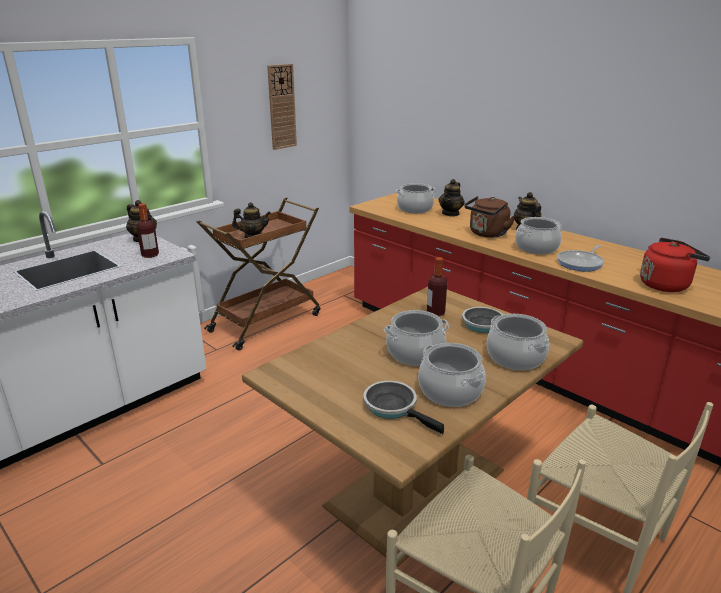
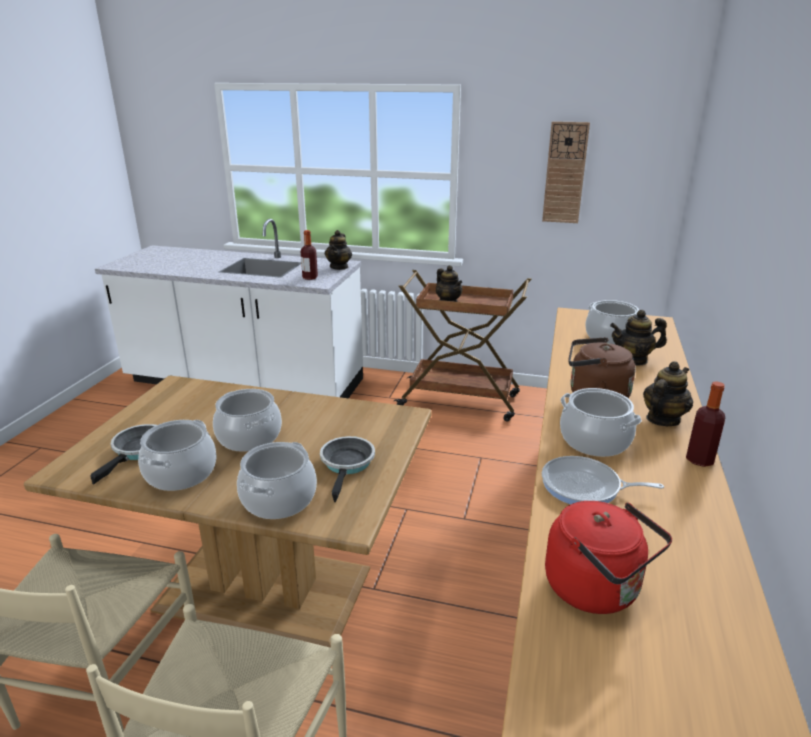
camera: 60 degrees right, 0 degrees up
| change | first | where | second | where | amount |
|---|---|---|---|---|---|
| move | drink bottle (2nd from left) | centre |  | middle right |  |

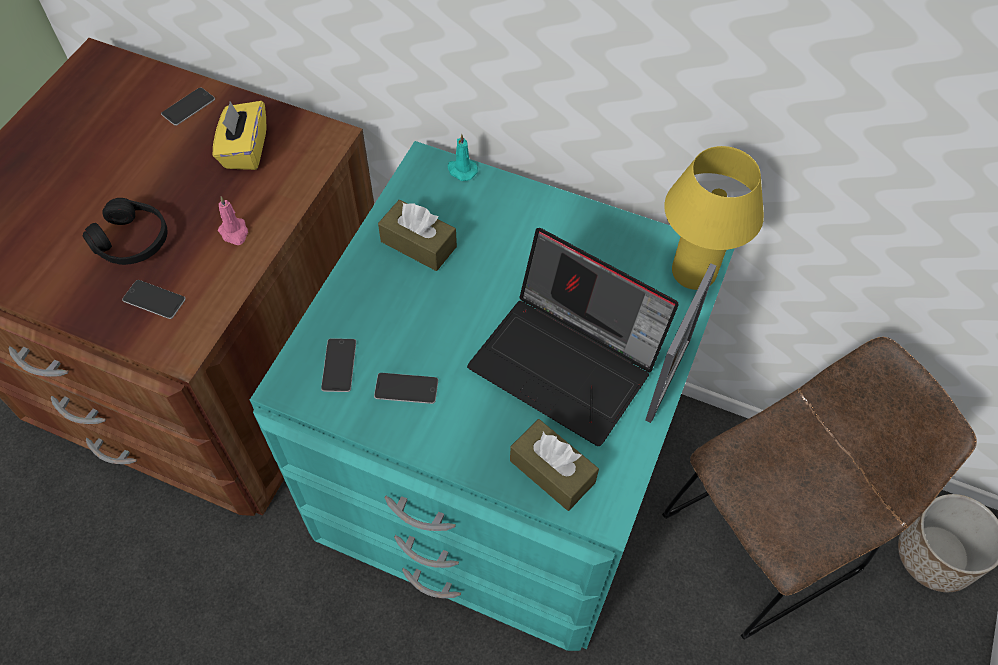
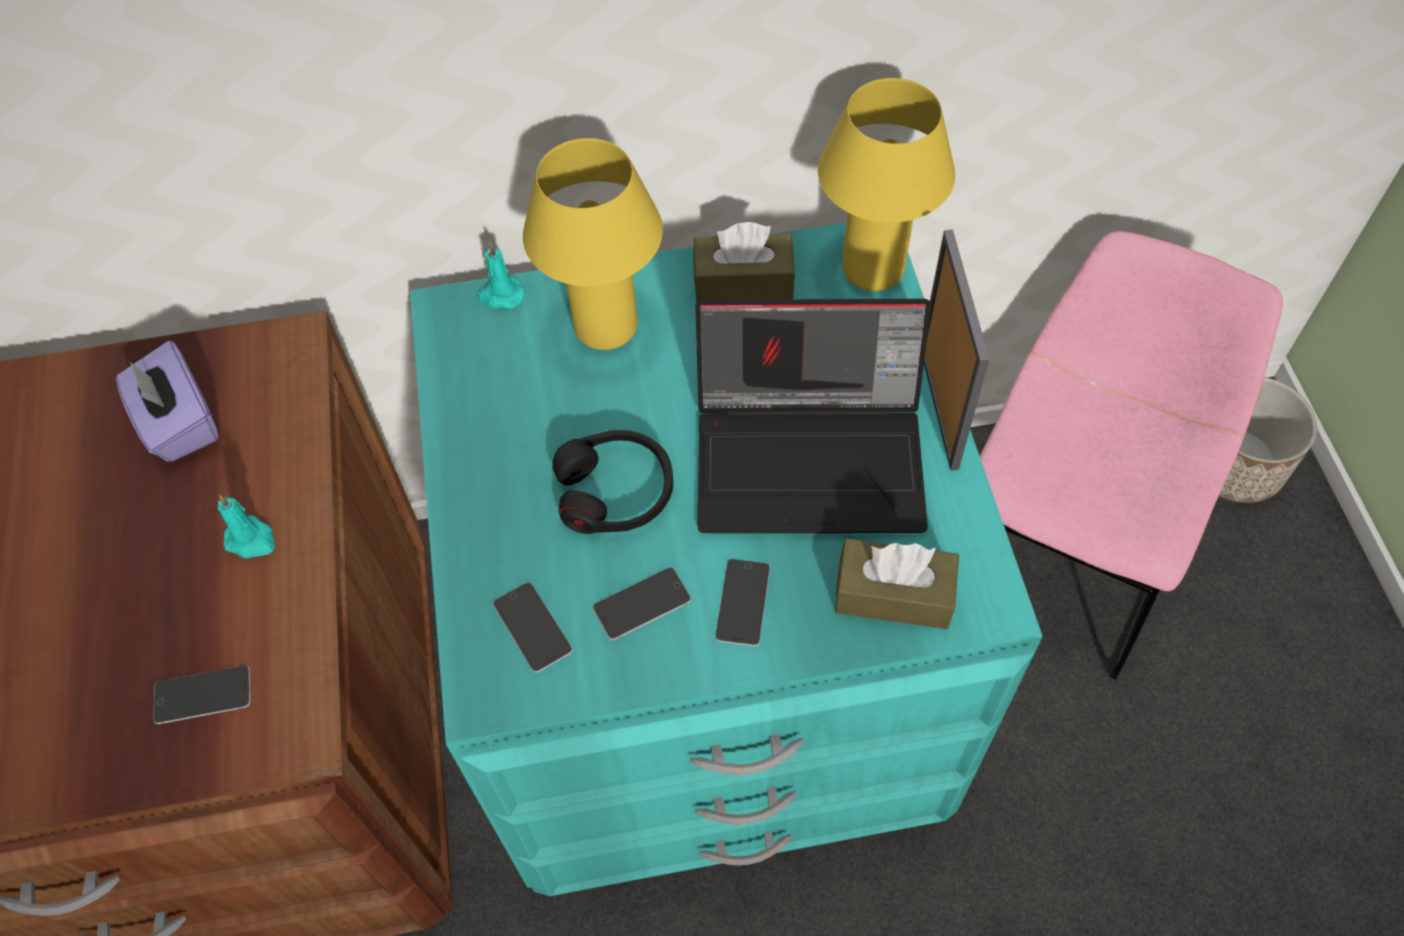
camera: 30 degrees left, 0 degrees up
| change | first | where | second | where | amount |
|---|---|---|---|---|---|
| move | telephone (2nd from left in the first image) | top left | telephone (4th from left) | centre |  |
| recolor | tissue box (yellow-coloured) | top left | tissue box (purple-coloured) | middle left |  |
| recolor | candle (pink) | top left | candle (blue-green) (1st from left) | middle left |  |
| move | headset (black) | middle left |  | centre |  |
| move | tissue box (brownish) (1st from left) | centre |  | top centre |  |
| recolor | upright chair (brownish) | bottom right | upright chair (pink) | middle right |  |
| insert |  |  | lamp for a table (yellow-coloured) (1st from left) | top centre |  |

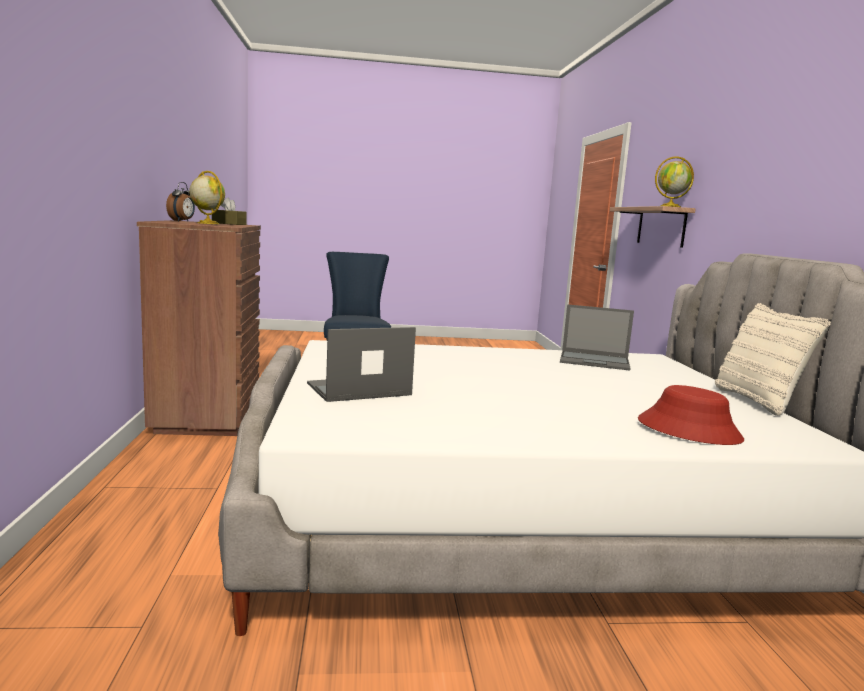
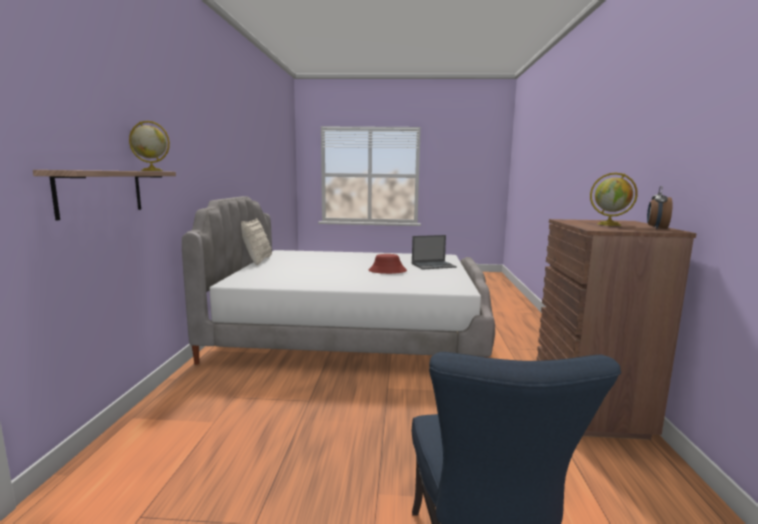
camera: 170 degrees left, 0 degrees up
| change | first | where | second | where | amount |
|---|---|---|---|---|---|
| delete | tissue box (brownish) | top left |  |  |  |
| delete | portable computer (2nd from left) | middle right |  |  |  |
| move | clothing hat (red-coloured) | middle right |  | centre |  |

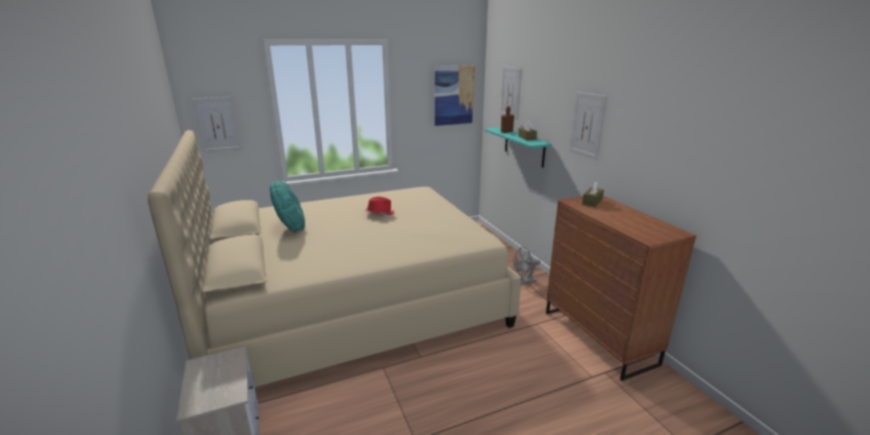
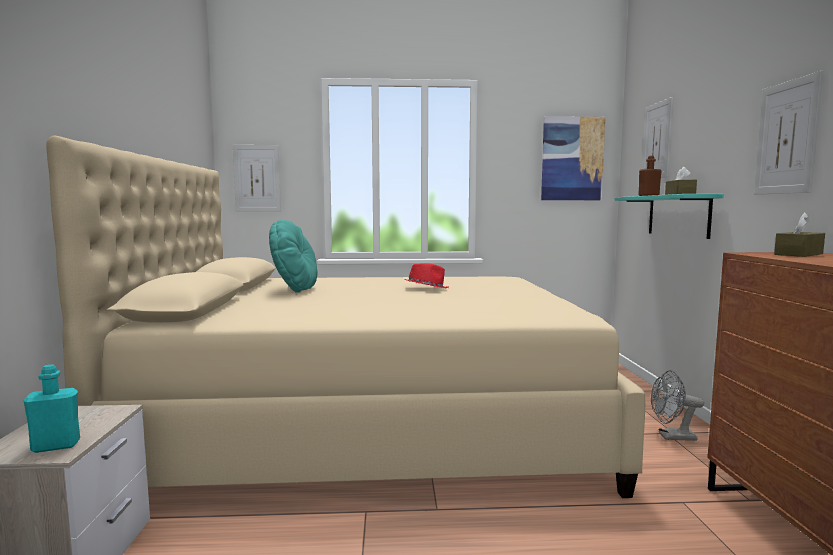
camera: 20 degrees right, 15 degrees down
| change | first | where | second | where | amount |
|---|---|---|---|---|---|
| insert |  |  | drink bottle (blue-green) | bottom left |  |

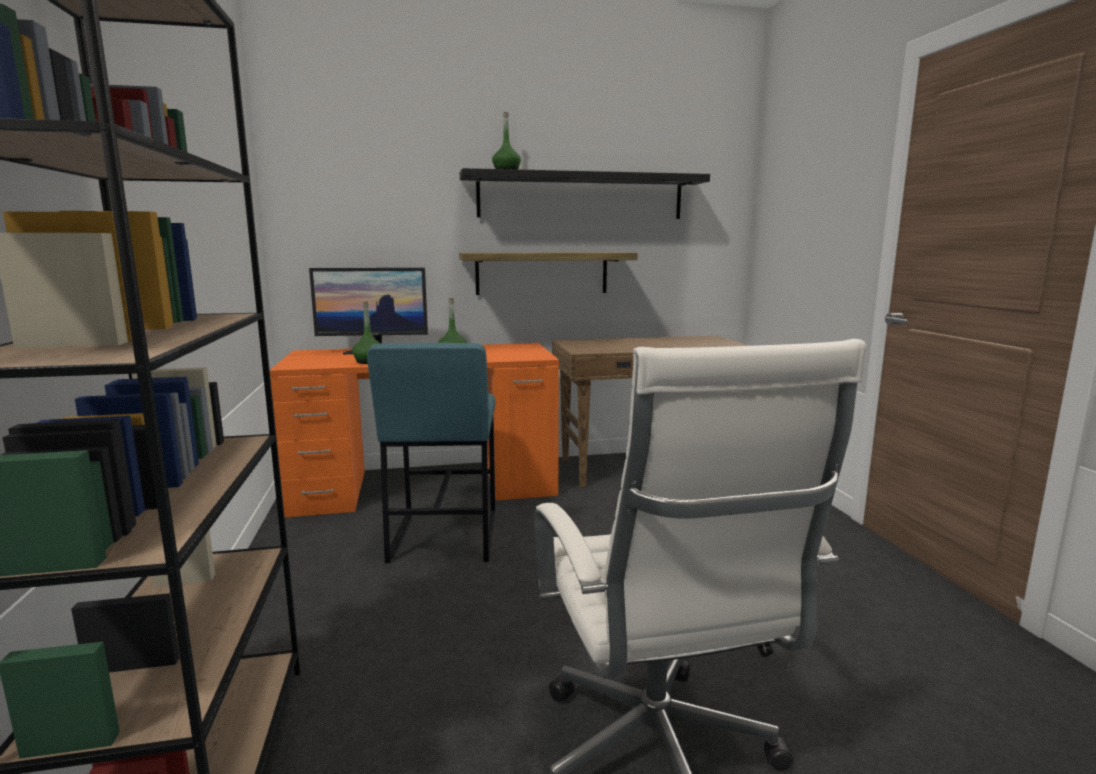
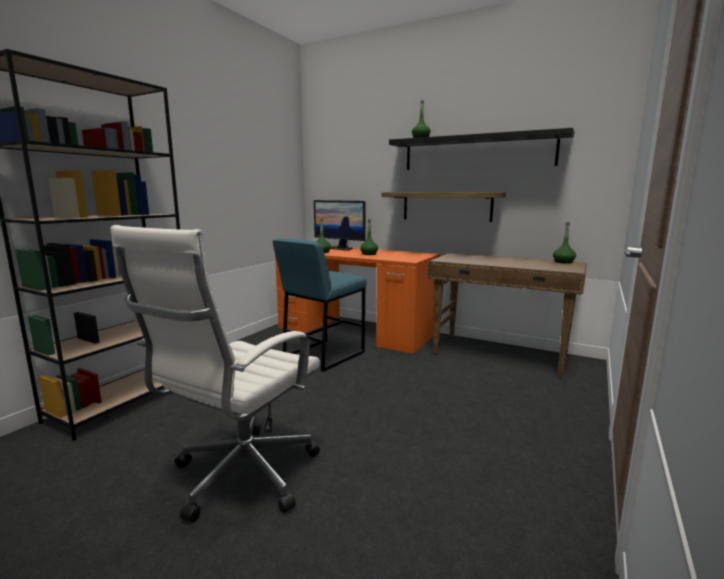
camera: 40 degrees right, 0 degrees up
| change | first | where | second | where | amount |
|---|---|---|---|---|---|
| insert |  |  | drink bottle (greenish) (4th from left) | middle right |  |

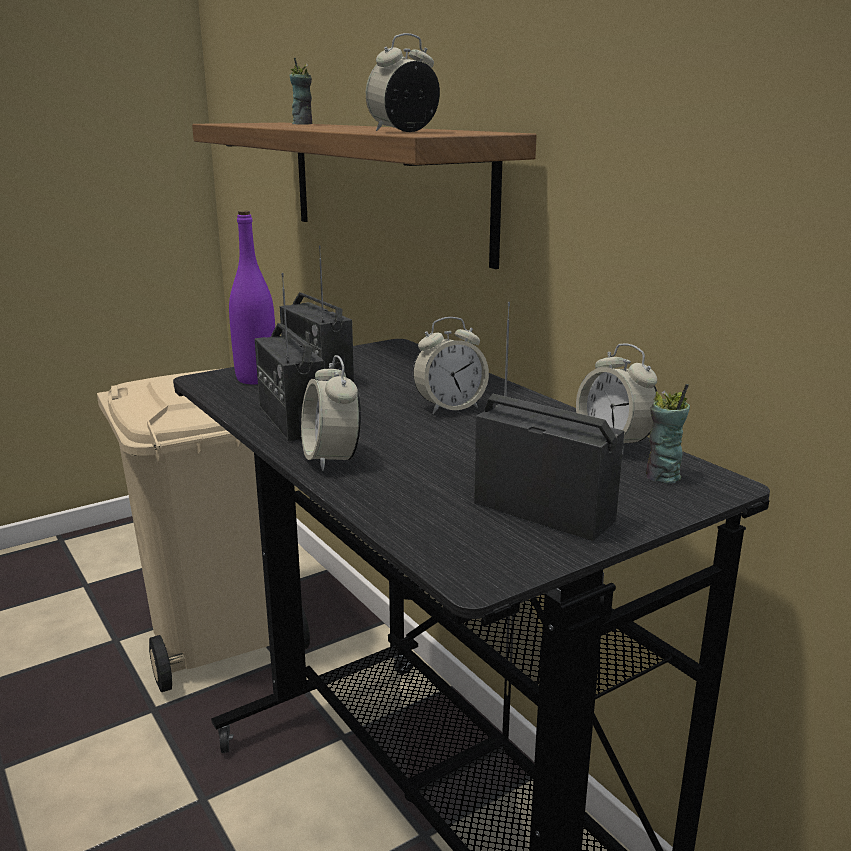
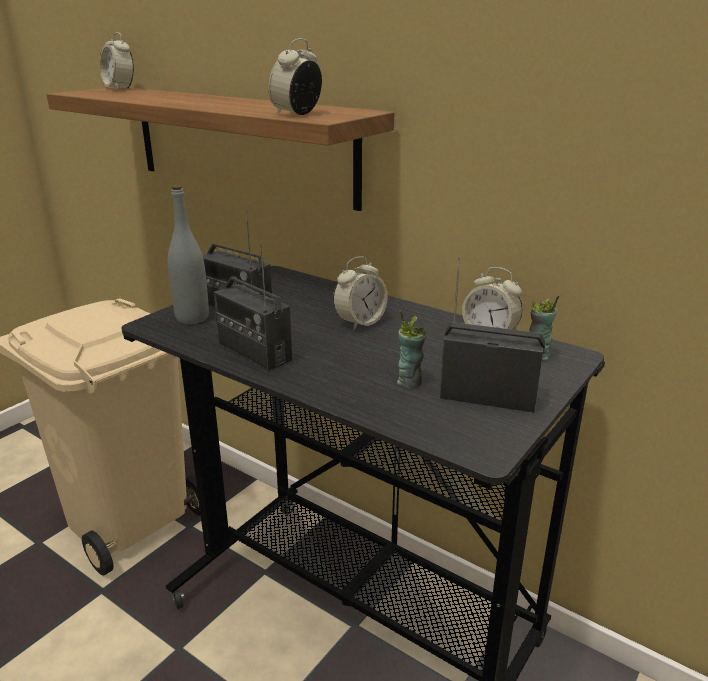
camera: 20 degrees left, 5 degrees up
| change | first | where | second | where | amount |
|---|---|---|---|---|---|
| move | small cup (1st from left) | top centre |  | centre |  |
| recolor | drink bottle (purple-coloured) | middle left | drink bottle (greyish) | middle left |  |
| move | table clock (1st from left) | centre |  | top left |  |

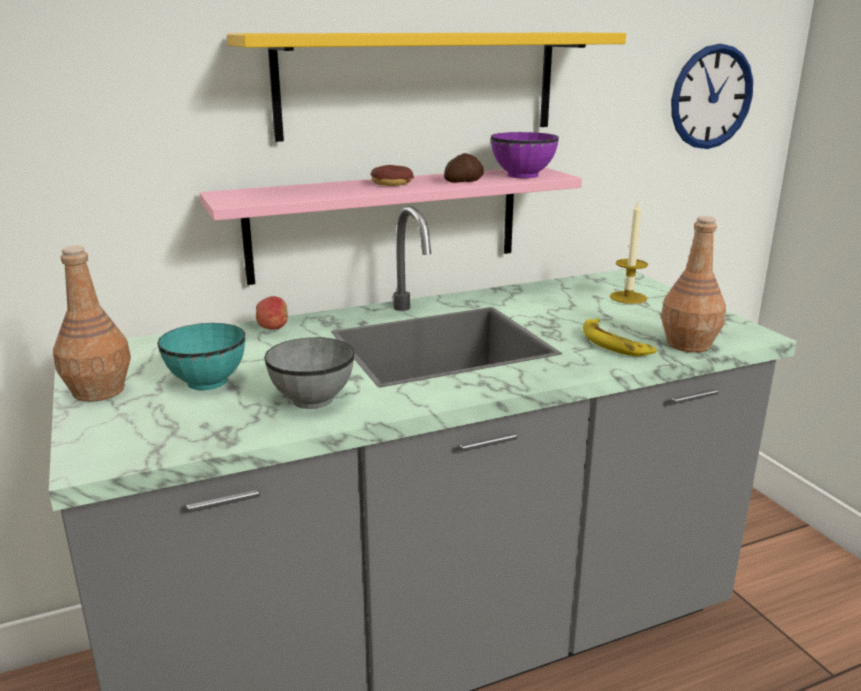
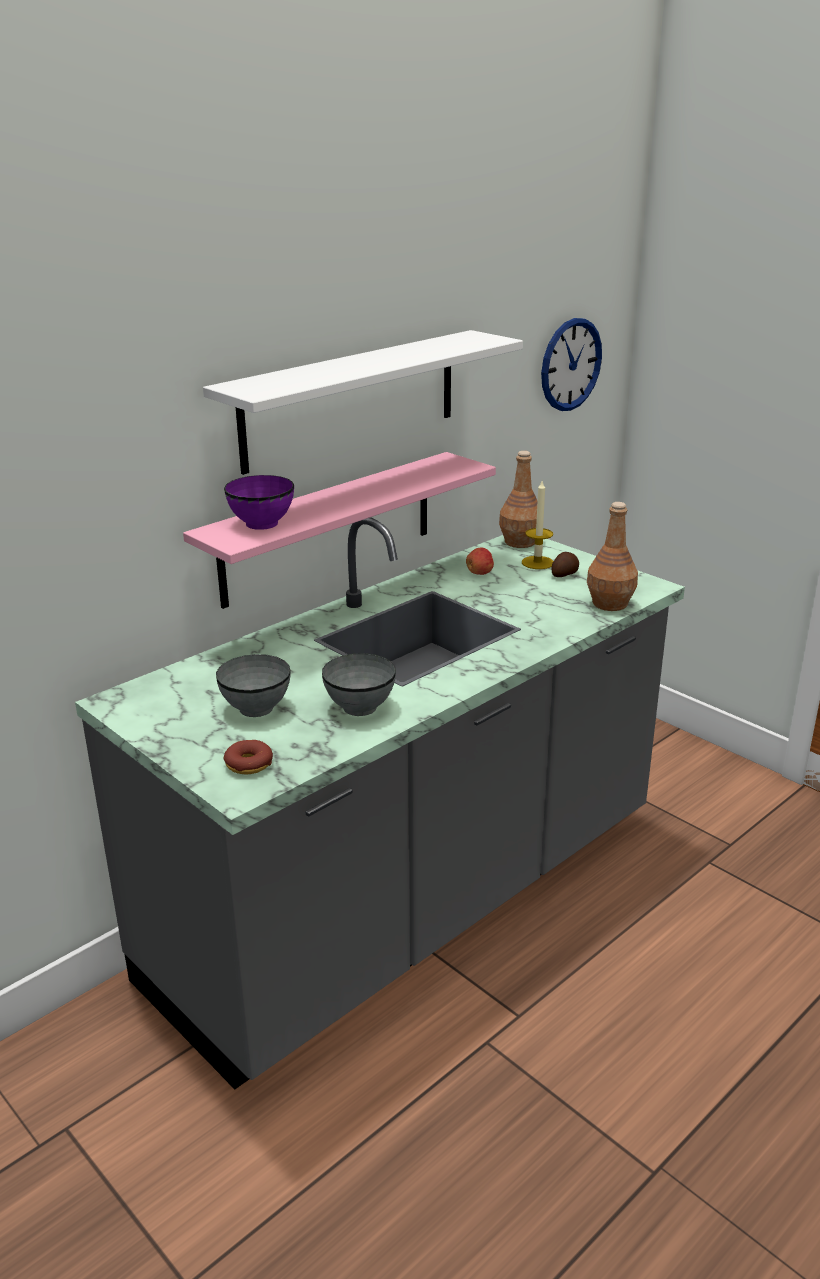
camera: 20 degrees left, 5 degrees up
| change | first | where | second | where | amount |
|---|---|---|---|---|---|
| recolor | shelf (yellow-coloured) | top centre | shelf (white) | top centre |  |
| move | bowl (purple-coloured) | top centre |  | middle left |  |
| move | spud | top centre |  | middle right |  |
| move | ring doughnut | top centre |  | middle left |  |
| move | drink bottle (brownish) (1st from left) | middle left |  | centre |  |
| move | whole apple | middle left |  | centre |  |
| delete | banana fruit | middle right |  |  |  |
| recolor | bowl (blue-green) | middle left | bowl (greyish) (1st from left) | middle left |  |

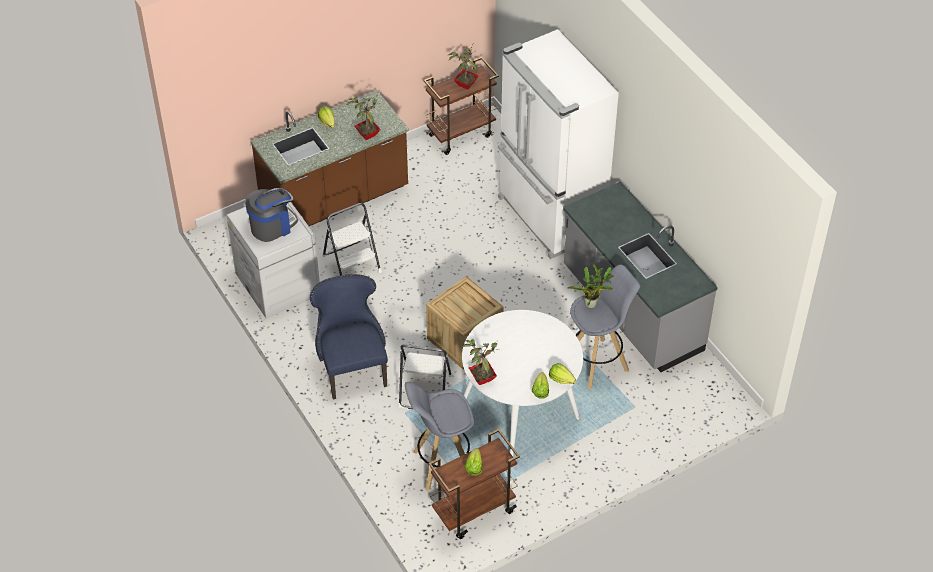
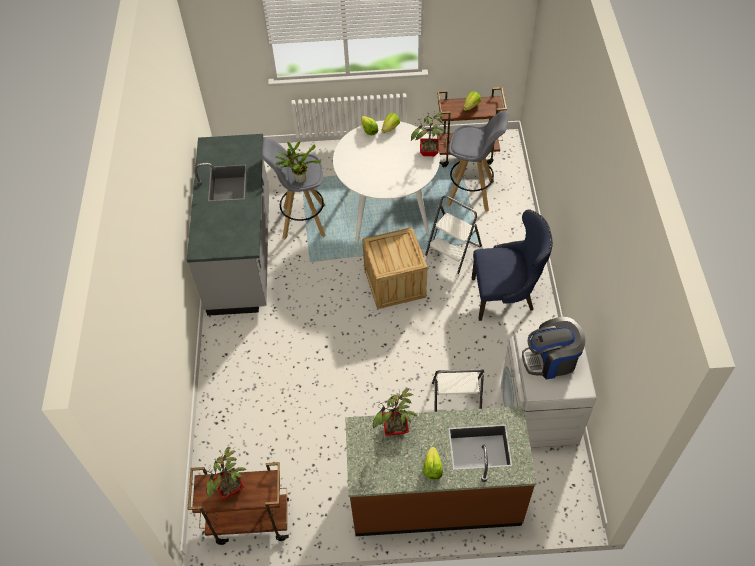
camera: 150 degrees left, 5 degrees up
| change | first | where | second | where | amount |
|---|---|---|---|---|---|
| delete | kitchen fridge (white) | top centre |  |  |  |
| rotate | upright chair (blue) | centre |  | middle right | 105 degrees counterclockwise |

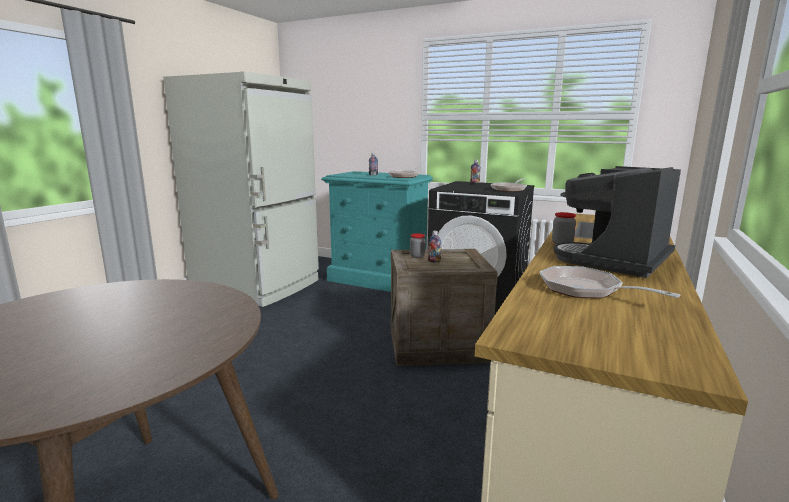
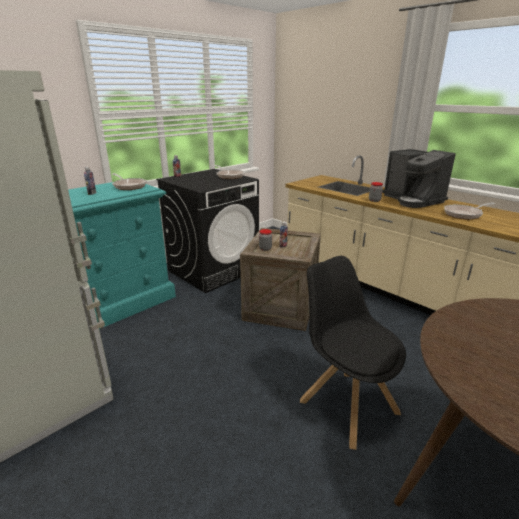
camera: 70 degrees left, 10 degrees up
| change | first | where | second | where | amount |
|---|---|---|---|---|---|
| insert |  |  | upright chair (black) | bottom right |  |

